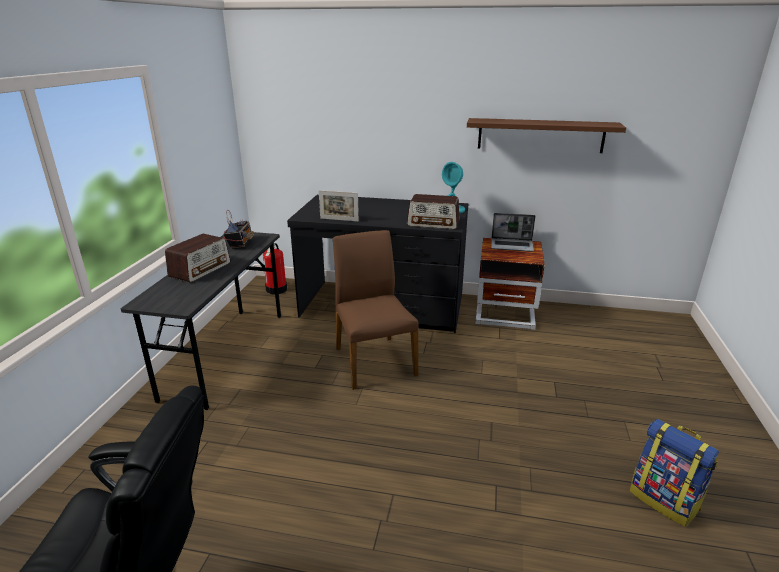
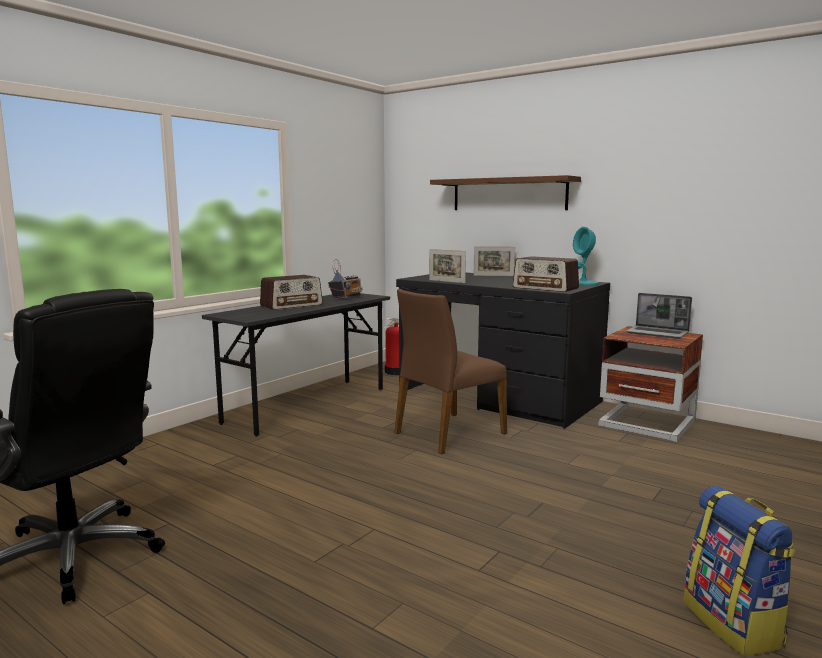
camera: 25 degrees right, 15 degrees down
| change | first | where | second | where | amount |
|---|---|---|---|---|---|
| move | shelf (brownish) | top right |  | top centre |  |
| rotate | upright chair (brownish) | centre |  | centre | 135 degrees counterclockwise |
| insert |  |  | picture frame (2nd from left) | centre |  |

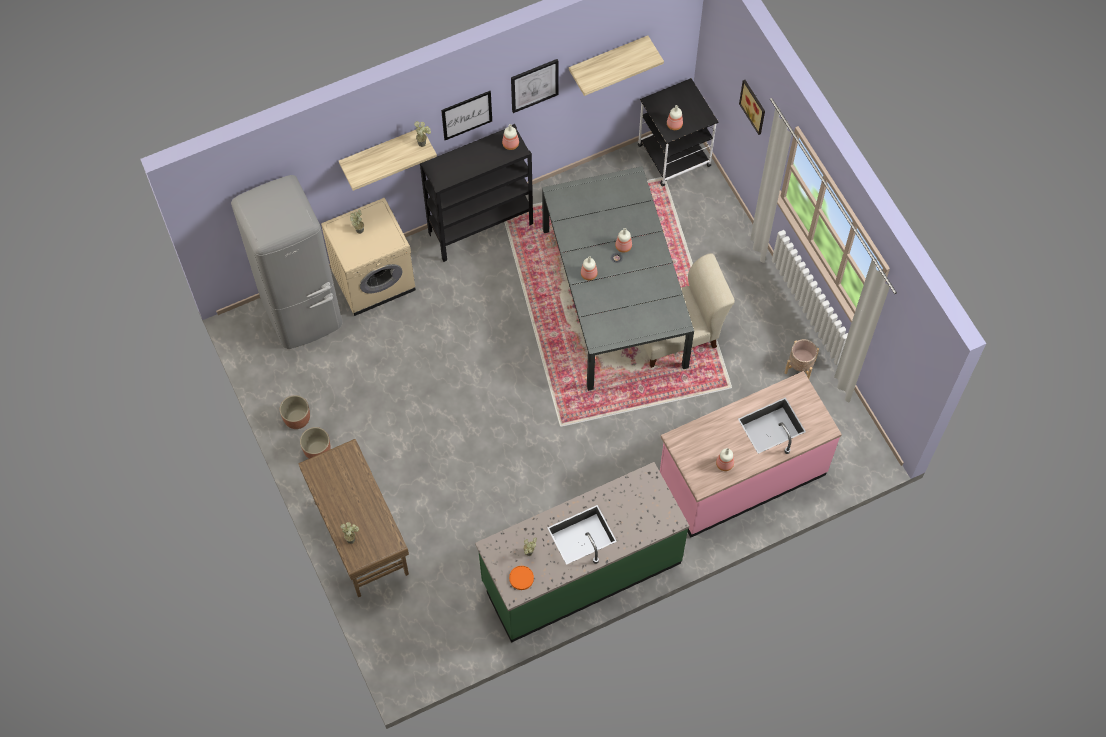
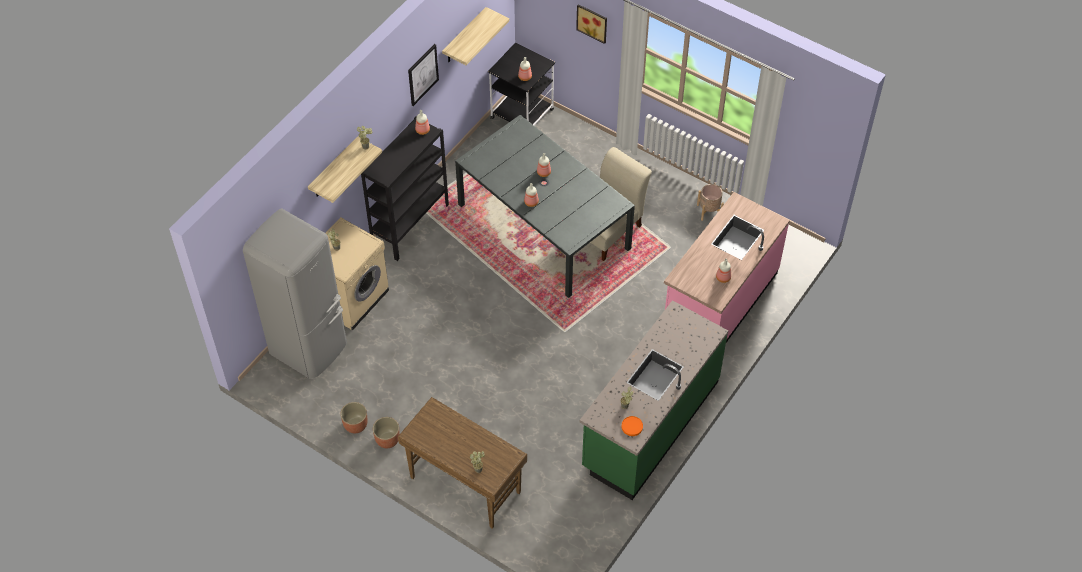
camera: 30 degrees left, 10 degrees down
| change | first | where | second | where | amount |
|---|---|---|---|---|---|
| delete | wall art (1st from left) | top centre |  |  |  |

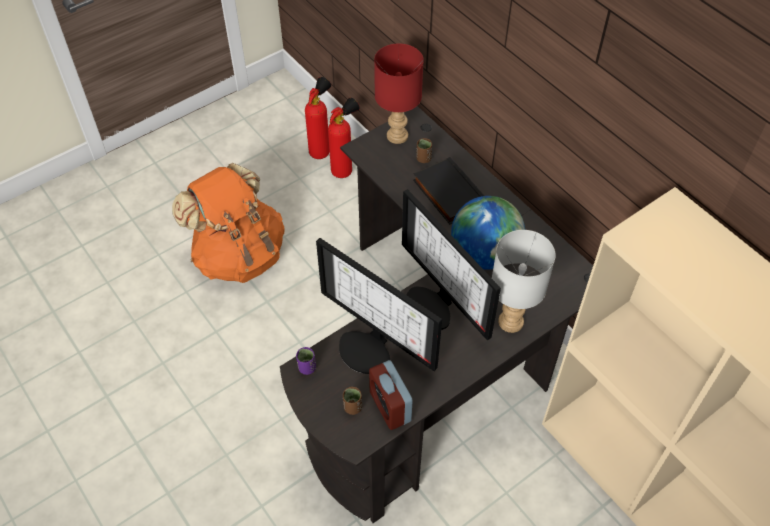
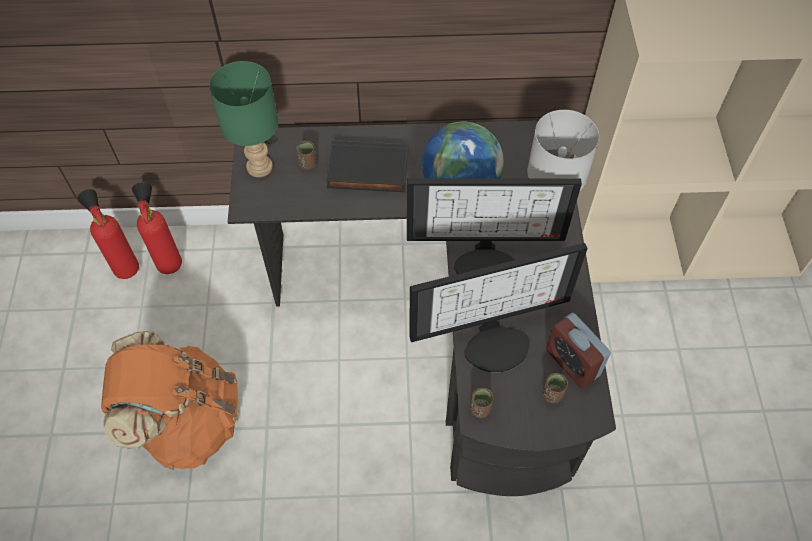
camera: 55 degrees left, 5 degrees up
| change | first | where | second | where | amount |
|---|---|---|---|---|---|
| recolor | lamp for a table (red-coloured) | top centre | lamp for a table (greenish) | top left |  |
| recolor | small cup (purple-coloured) | bottom centre | small cup (brownish) (2nd from left) | bottom centre |  |
| rotate | table clock | bottom centre |  | middle right | 45 degrees clockwise |

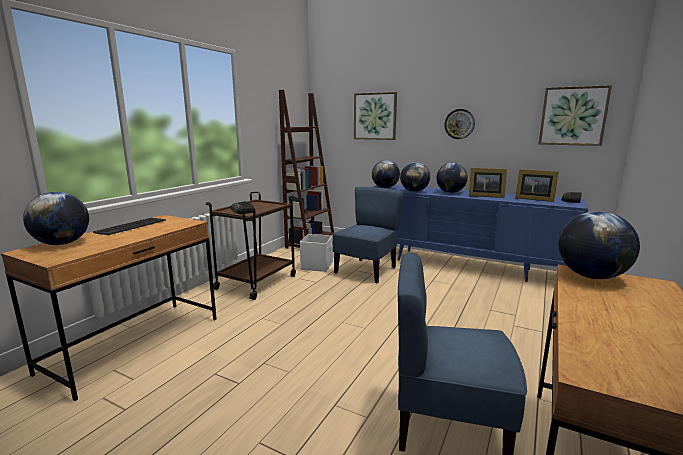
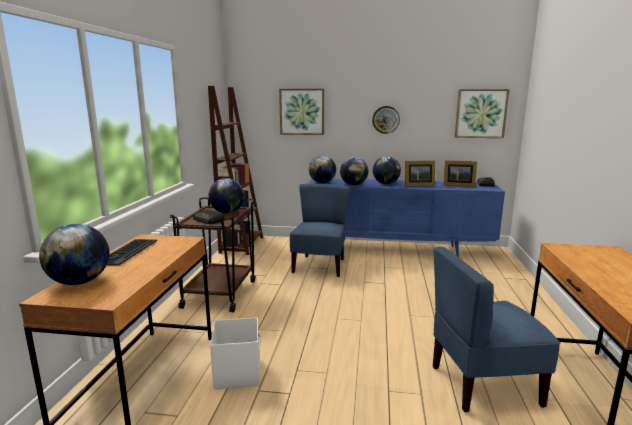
camera: 20 degrees left, 0 degrees up
| change | first | where | second | where | amount |
|---|---|---|---|---|---|
| move | world globe (5th from left in the first image) | middle right | world globe (2nd from left) | centre |  |
| move | storage container (white) | centre |  | bottom centre |  |

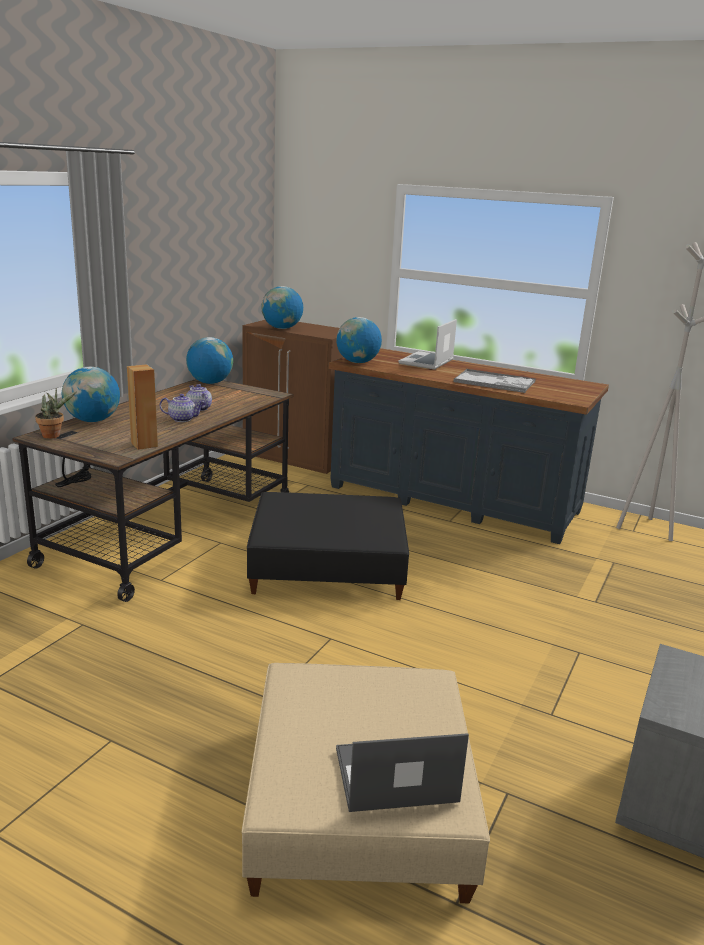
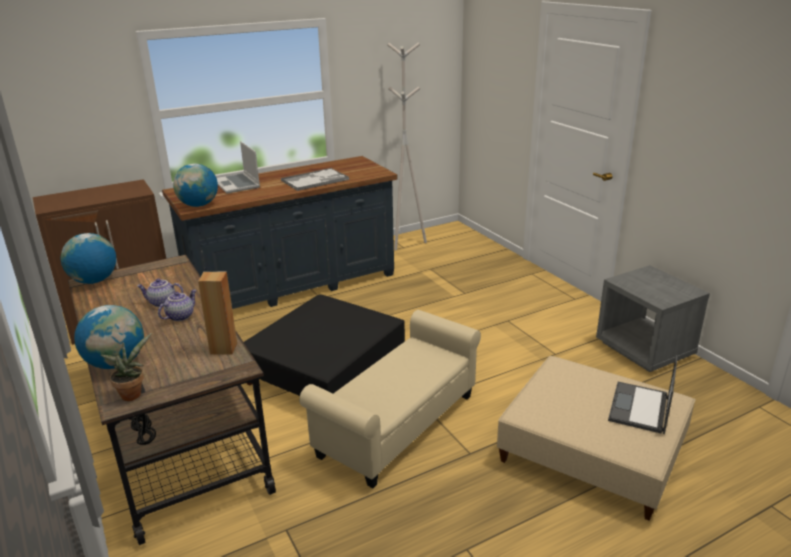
camera: 55 degrees left, 5 degrees up
| change | first | where | second | where | amount |
|---|---|---|---|---|---|
| delete | world globe (3rd from left) | top centre |  |  |  |
| insert |  |  | footrest (beige-coloured) (1st from left) | bottom centre |  |

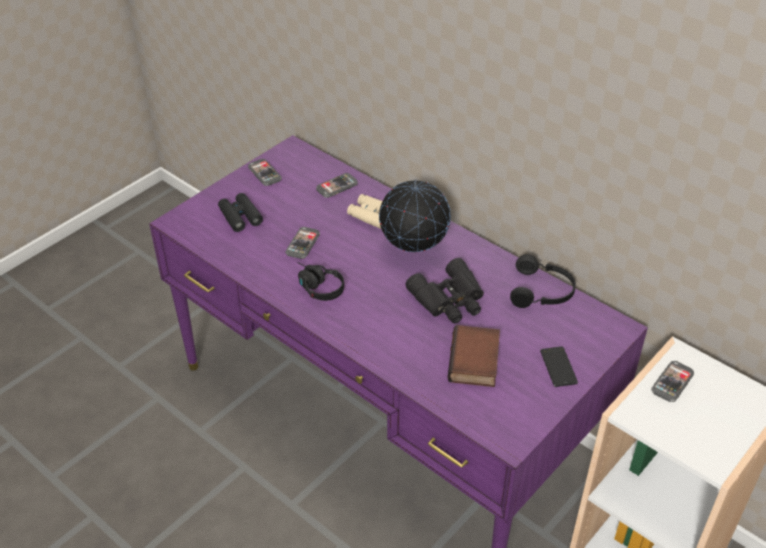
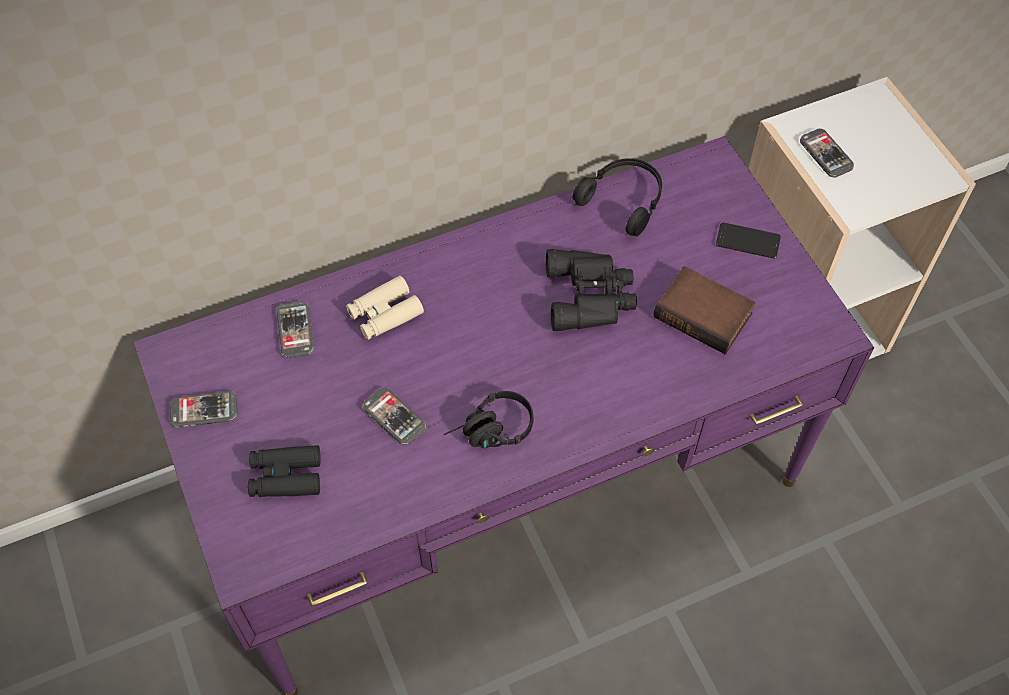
camera: 65 degrees left, 15 degrees up
| change | first | where | second | where | amount |
|---|---|---|---|---|---|
| delete | world globe | centre |  |  |  |

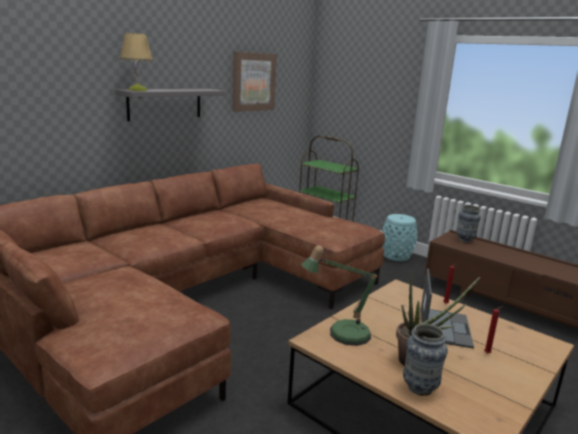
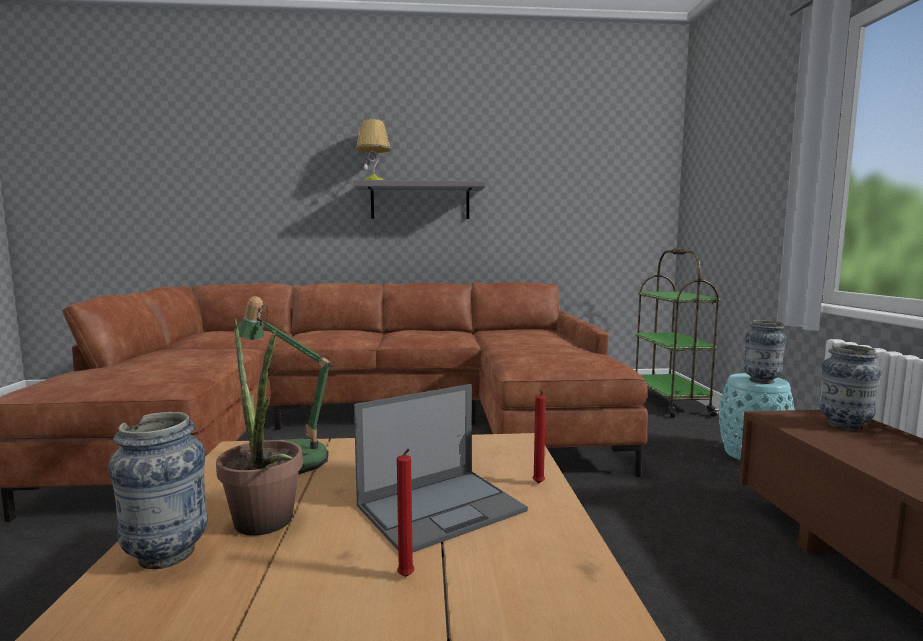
camera: 45 degrees right, 10 degrees down
| change | first | where | second | where | amount |
|---|---|---|---|---|---|
| delete | wall art | top centre |  |  |  |
| insert |  |  | flower vase (2nd from left) | middle right |  |

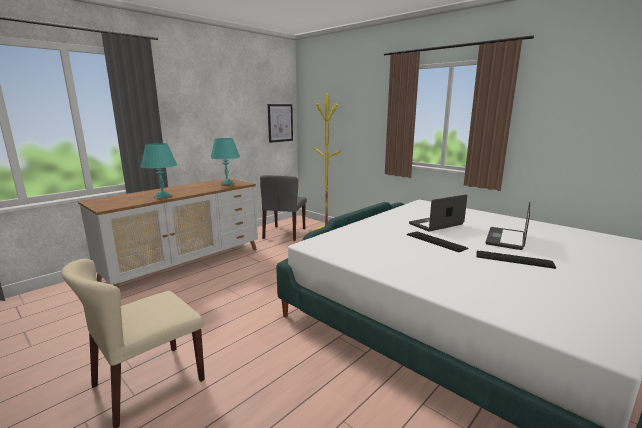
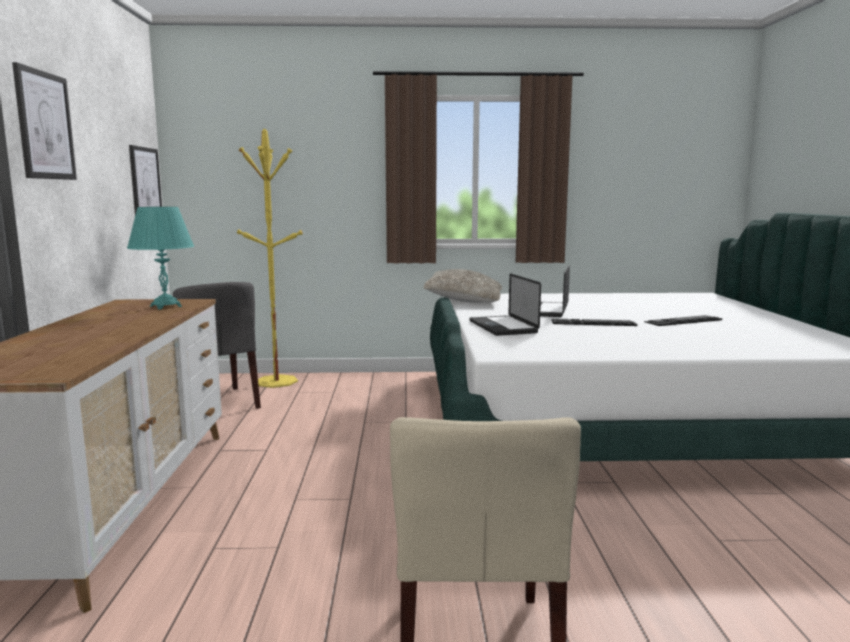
camera: 45 degrees left, 5 degrees down
| change | first | where | second | where | amount |
|---|---|---|---|---|---|
| delete | lamp for a table (blue-green) (1st from left) | middle left |  |  |  |
| move | portable computer (2nd from left in the first image) | middle right | portable computer (1st from left) | centre |  |
| insert |  |  | wall art (1st from left) | top left |  |
| insert |  |  | cushion (beige-coloured) | centre |  |

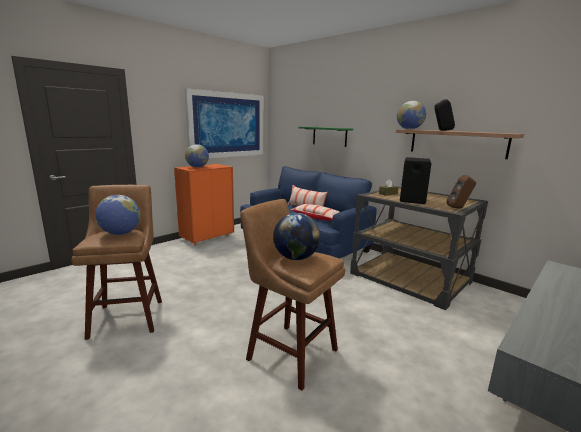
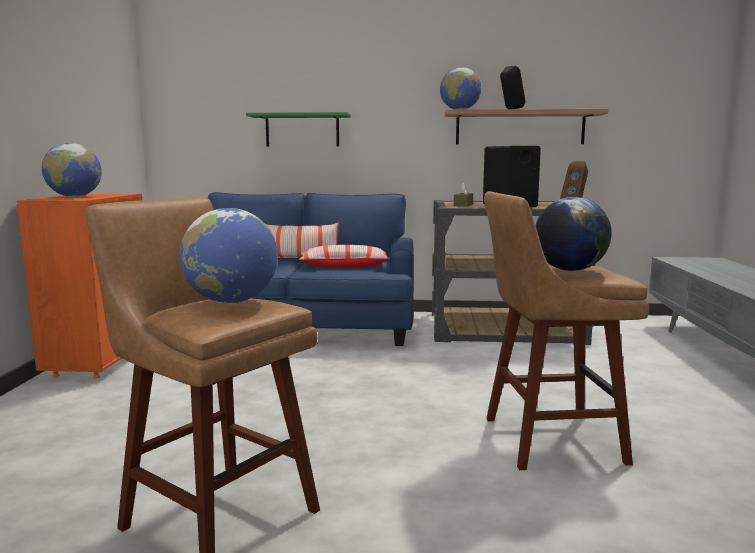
camera: 40 degrees left, 5 degrees down
| change | first | where | second | where | amount |
|---|---|---|---|---|---|
| delete | wall art | top centre |  |  |  |

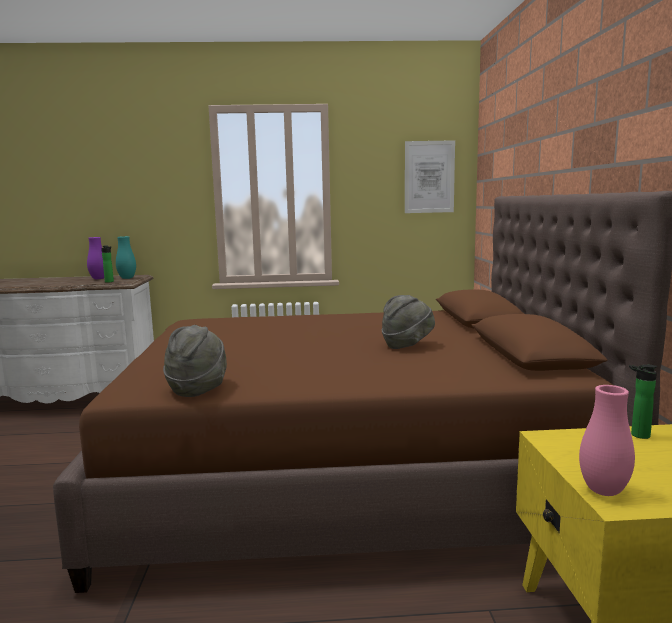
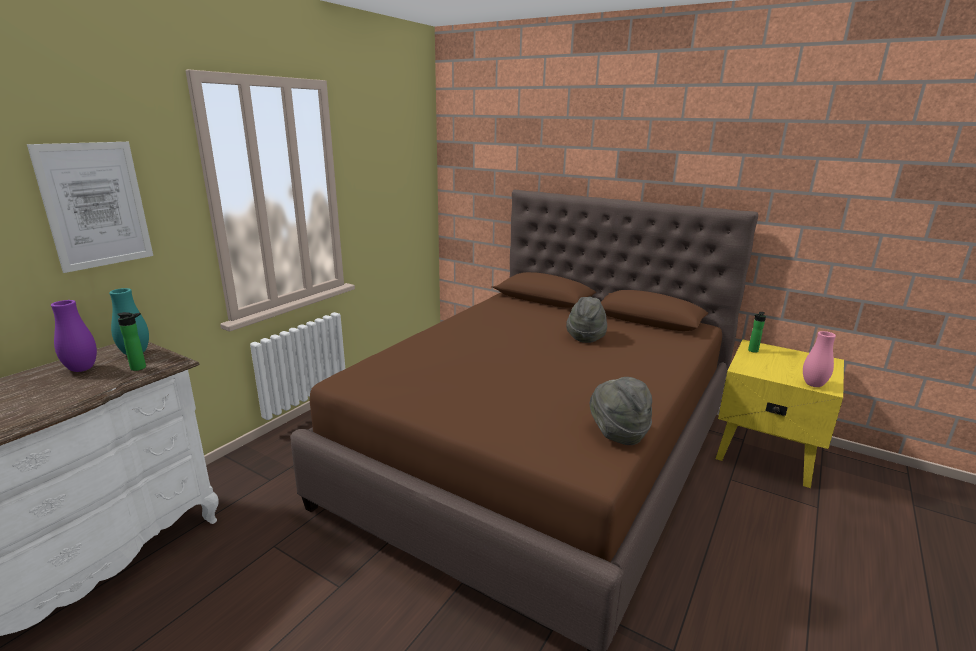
camera: 55 degrees left, 10 degrees up
| change | first | where | second | where | amount |
|---|---|---|---|---|---|
| move | wall art | top centre |  | top left |  |

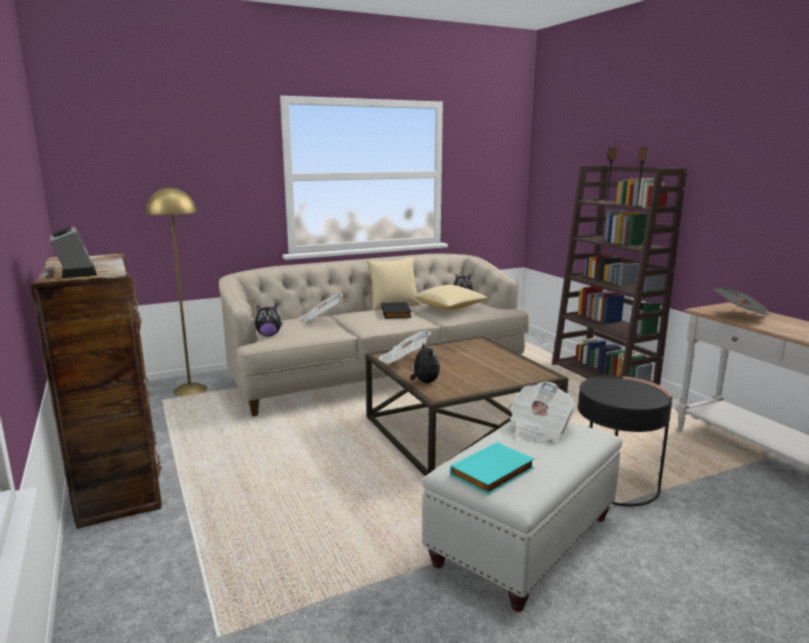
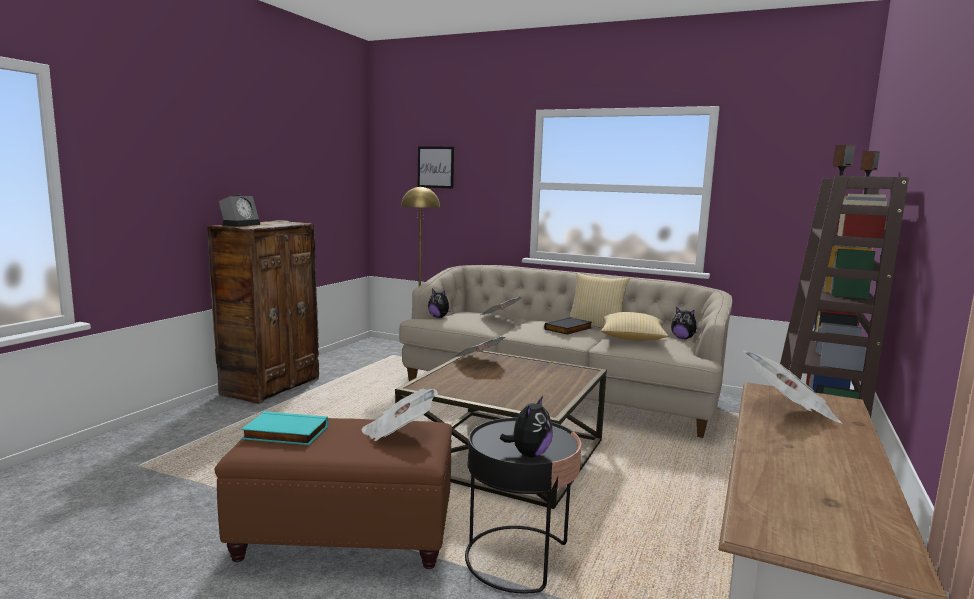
camera: 50 degrees right, 5 degrees down
| change | first | where | second | where | amount |
|---|---|---|---|---|---|
| move | plush toy (2nd from left) | centre |  | bottom centre |  |
| recolor | footrest (white) | bottom centre | footrest (brownish) | bottom centre |  |
| insert |  |  | wall art | top centre |  |

